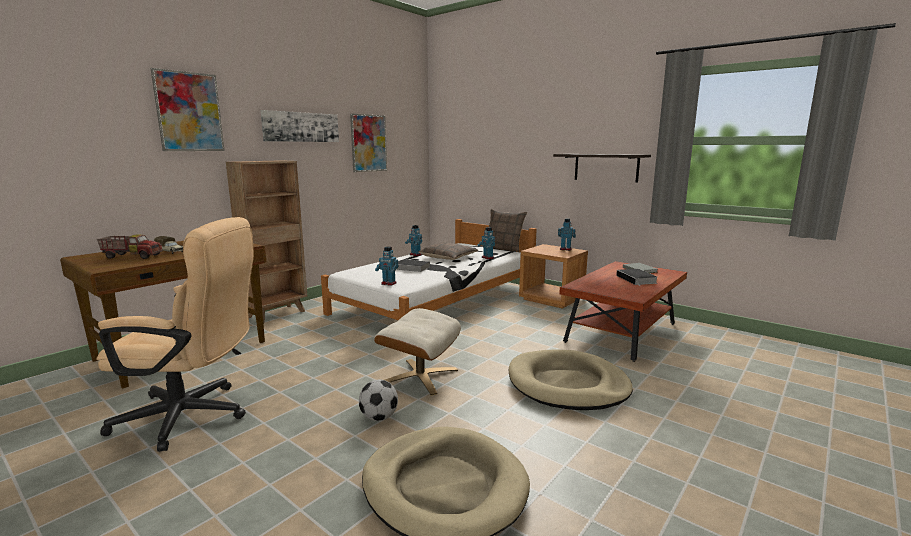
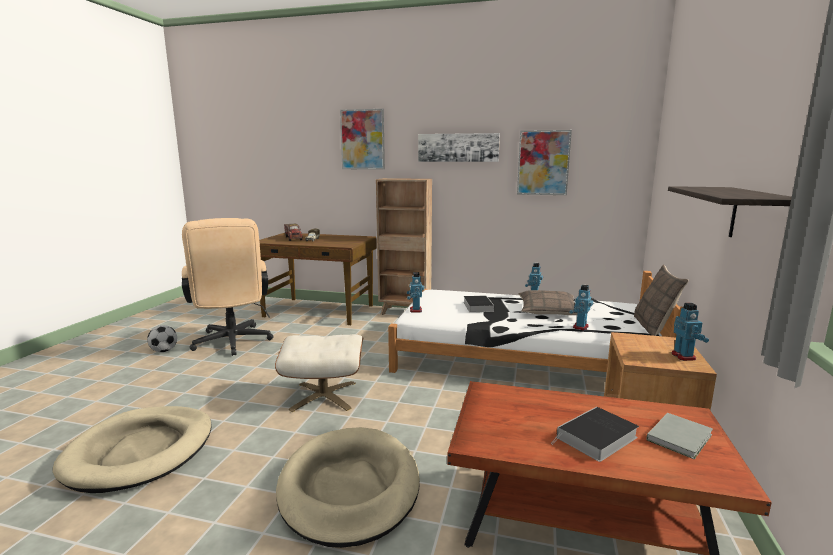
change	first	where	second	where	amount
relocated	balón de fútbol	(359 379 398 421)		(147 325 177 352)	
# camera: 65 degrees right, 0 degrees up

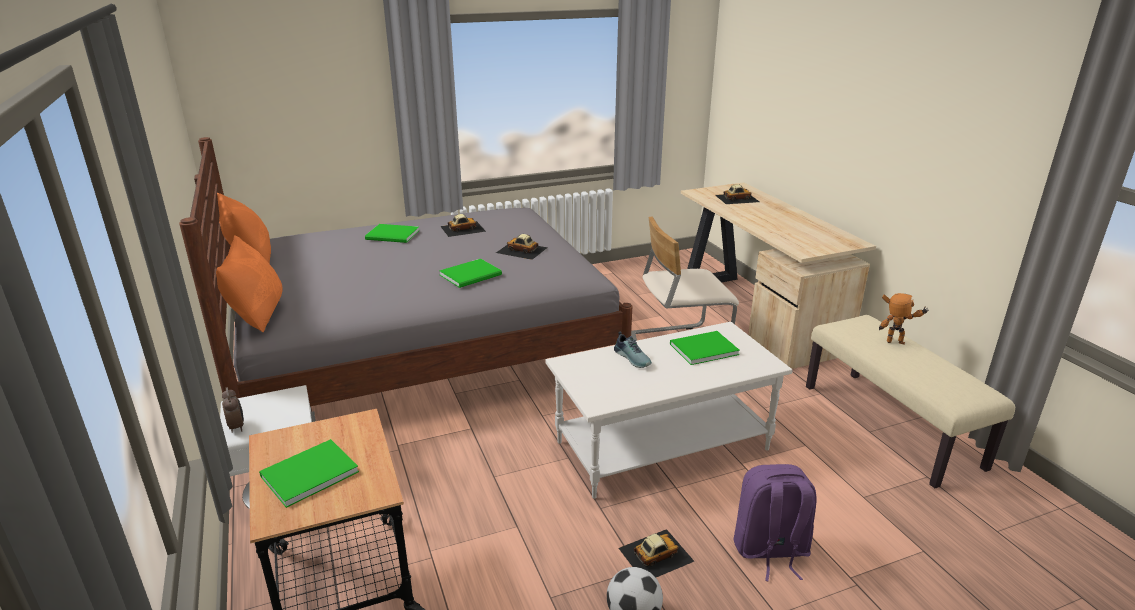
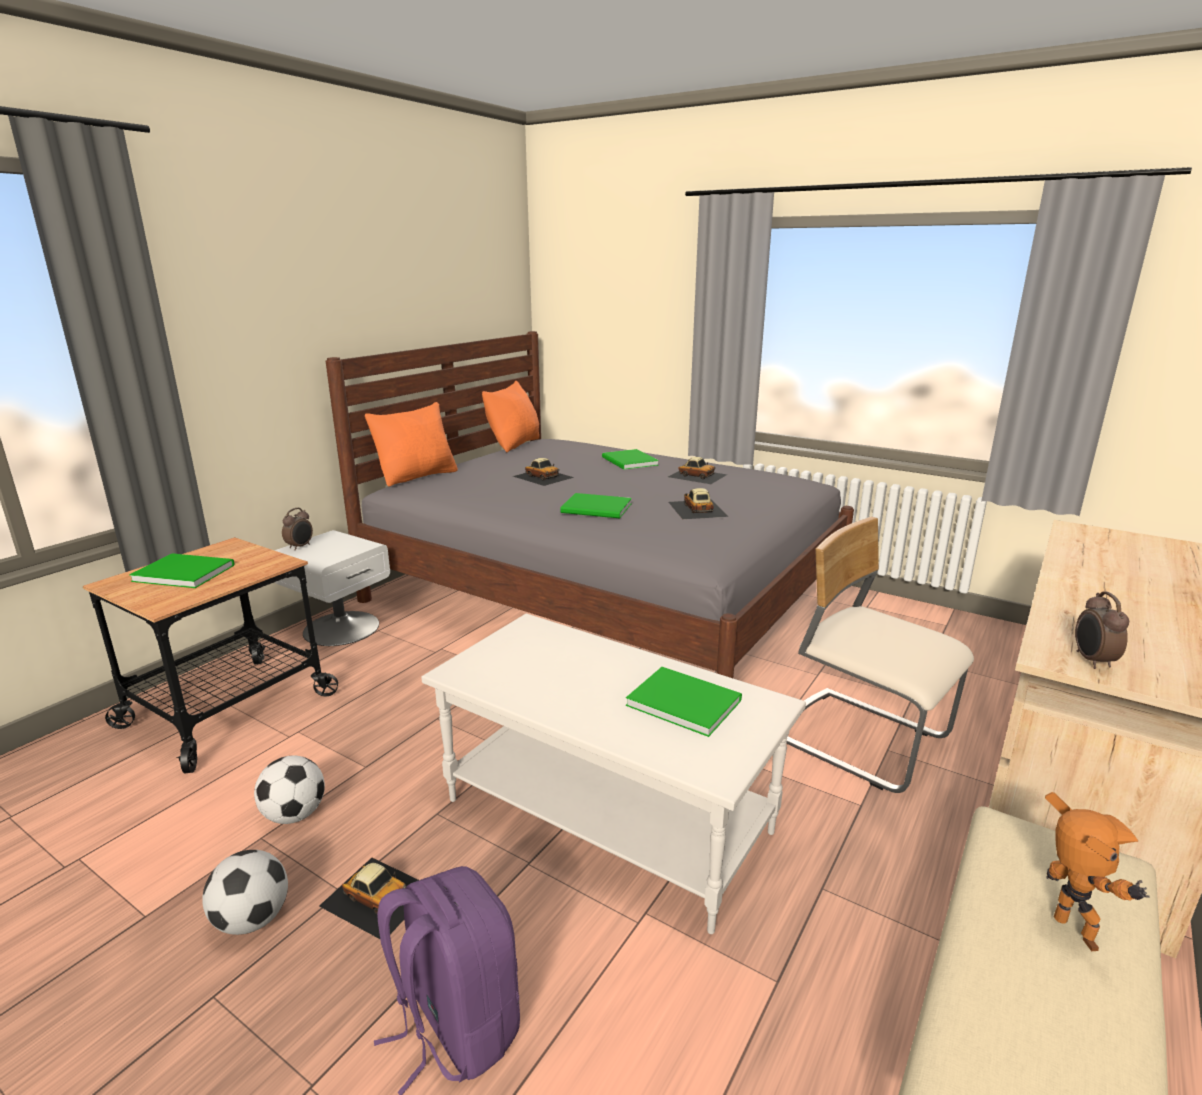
change	first	where	second	where	amount
relocated	coche de juguete	(715 184 759 204)		(513 458 574 486)	
missing	zapato	(614 331 652 368)			
appeared			despertador	(1075 591 1129 669)	
appeared			balón de fútbol	(254 756 325 824)	
# camera: 55 degrees right, 5 degrees down

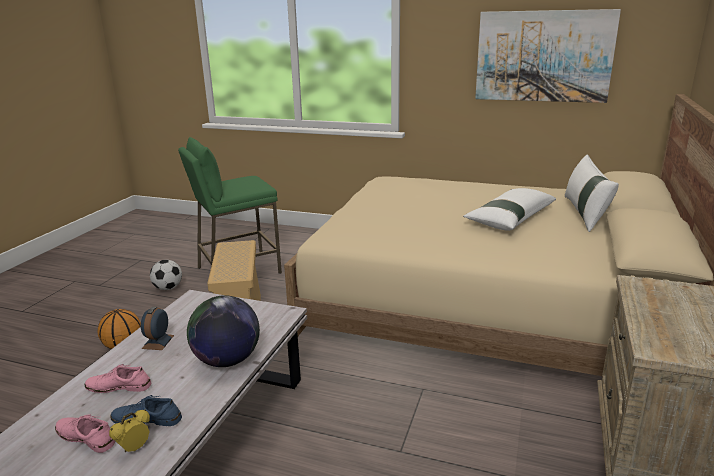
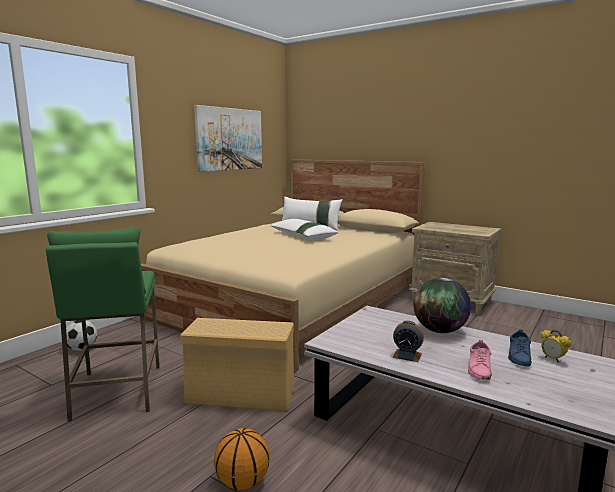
change	first	where	second	where	amount
relocated	balón de fútbol	(150 260 182 290)		(66 320 97 351)	
missing	zapato (rosa)	(55 415 115 453)			
# camera: 75 degrees left, 10 degrees down

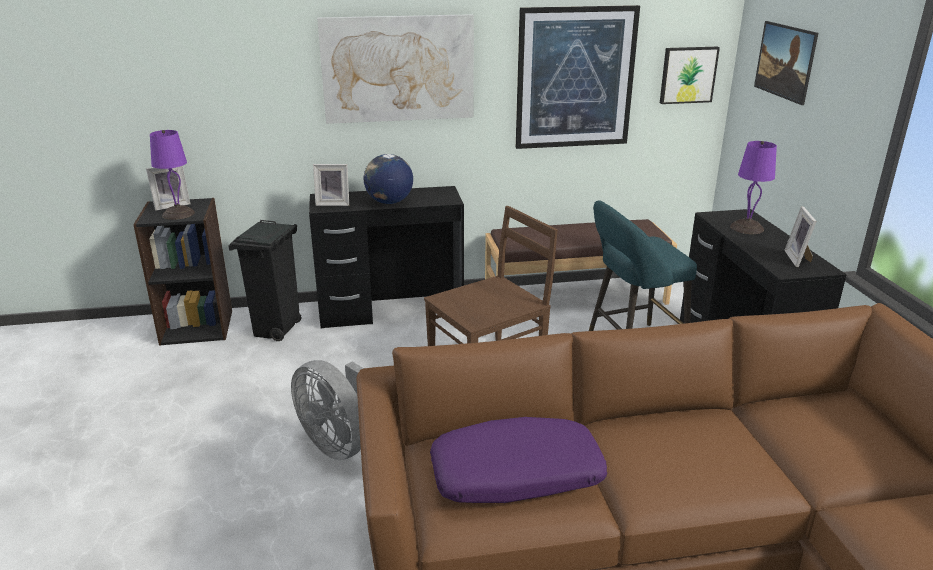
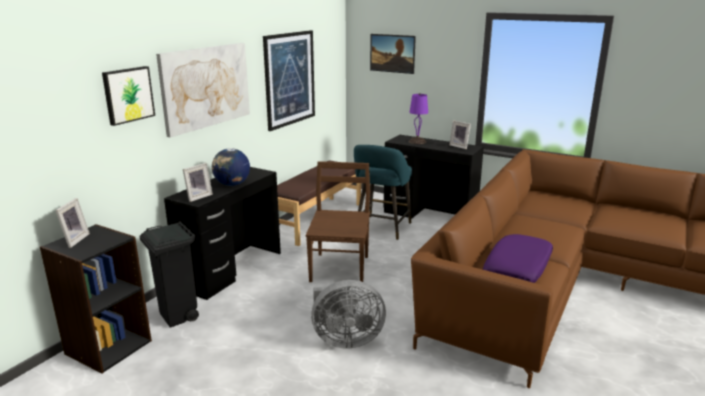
change	first	where	second	where	amount
relocated	cuadro	(660 47 720 104)		(102 66 155 126)	
missing	lámpara de mesa (morado)	(150 130 195 220)			
# camera: 50 degrees left, 5 degrees down

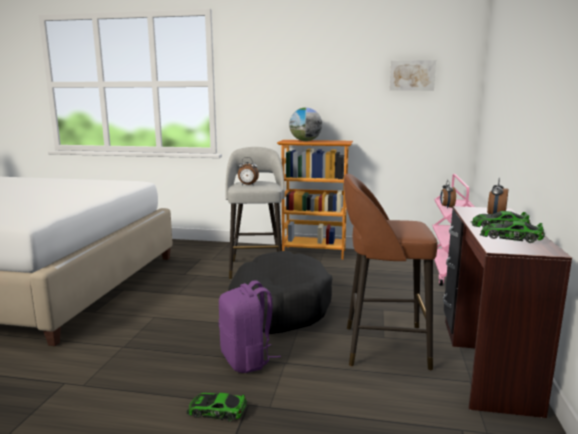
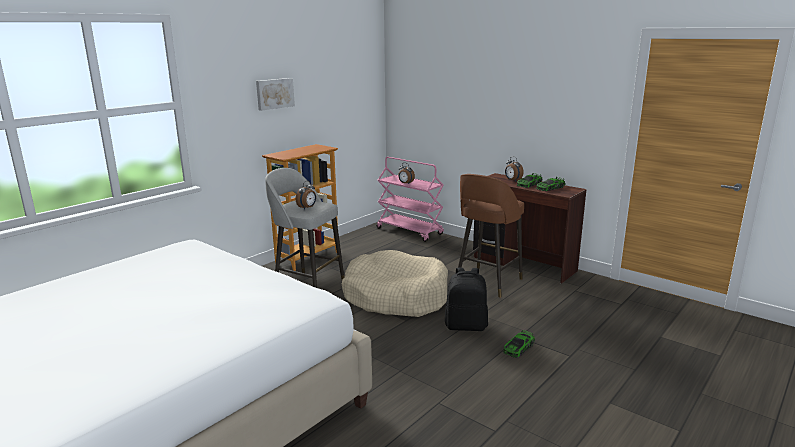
change	first	where	second	where	amount
relocated	cuadro	(390 60 436 91)		(256 78 295 111)	
missing	globo terráqueo	(289 108 322 141)			
colour	cama para perro (negro)	(229 251 332 334)	cama para perro (beis)	(342 250 448 317)	
colour	mochila (morado)	(218 280 281 373)	mochila (negro)	(445 268 488 331)	
# camera: 60 degrees left, 5 degrees up

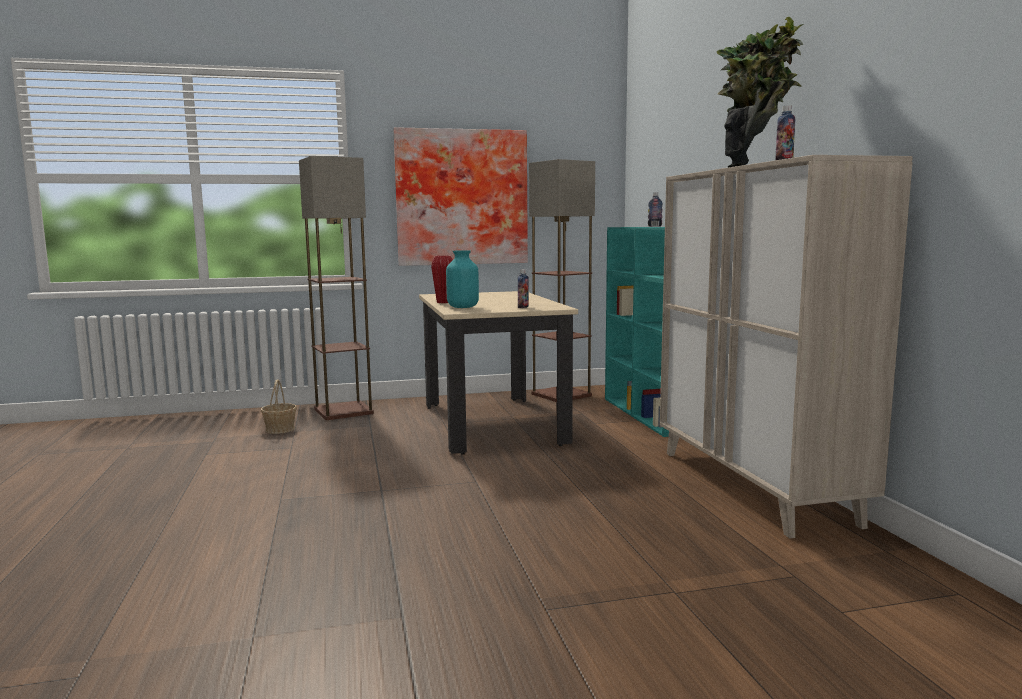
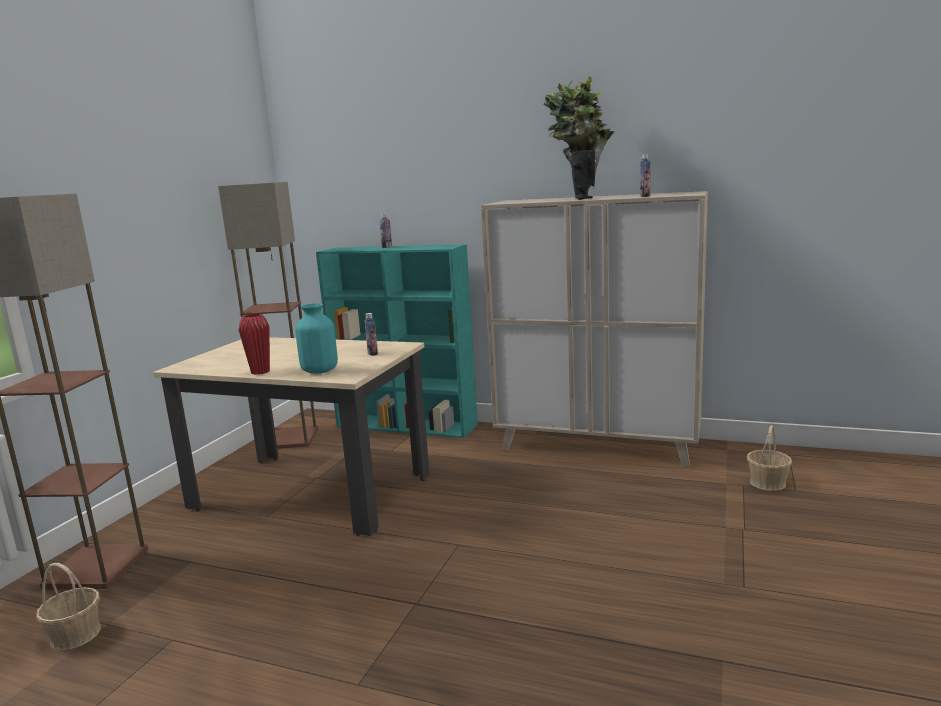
change	first	where	second	where	amount
missing	cuadro	(393 127 528 266)			
appeared			cesta	(747 425 792 491)	
# camera: 55 degrees left, 5 degrees up

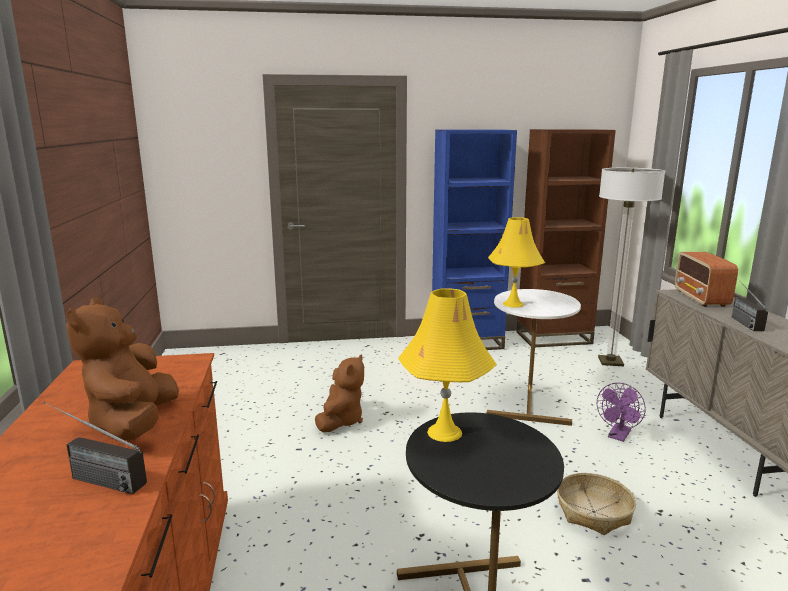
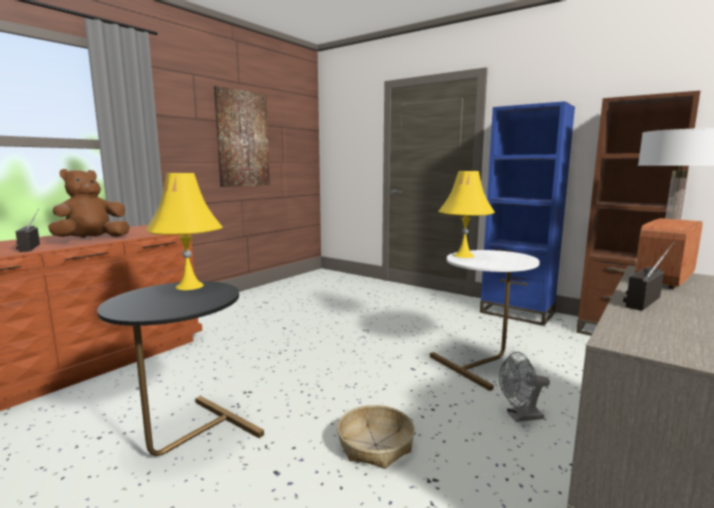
change	first	where	second	where	amount
missing	peluche (marrón)	(315 355 364 432)			
colour	ventilador (morado)	(597 383 646 442)	ventilador (gris)	(499 352 550 422)	
appeared			cuadro	(214 86 270 187)	
# camera: 45 degrees right, 5 degrees down

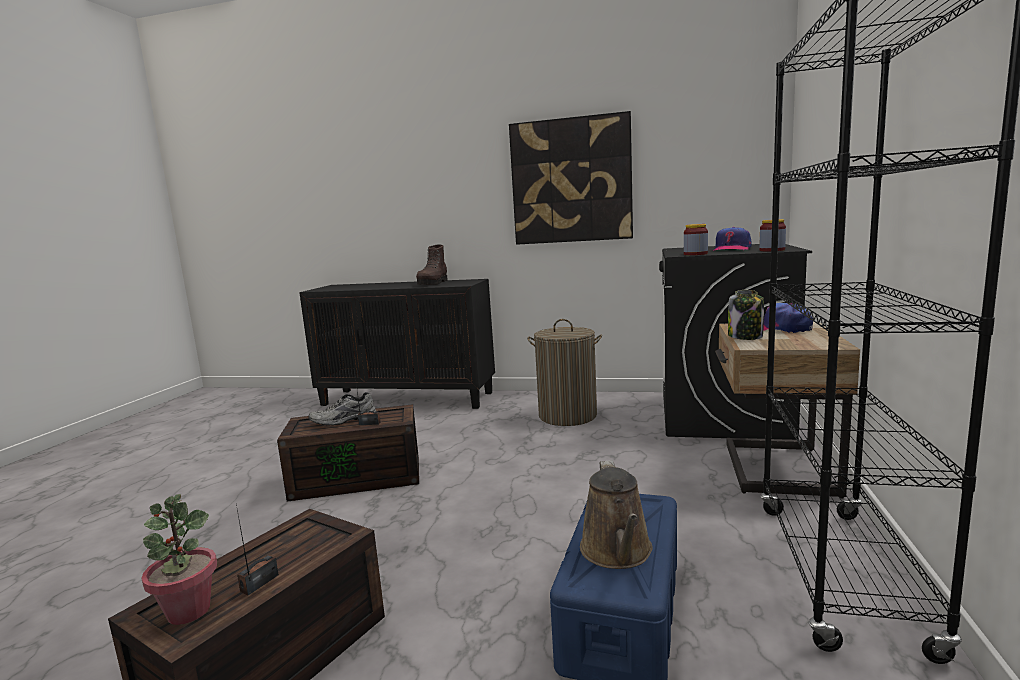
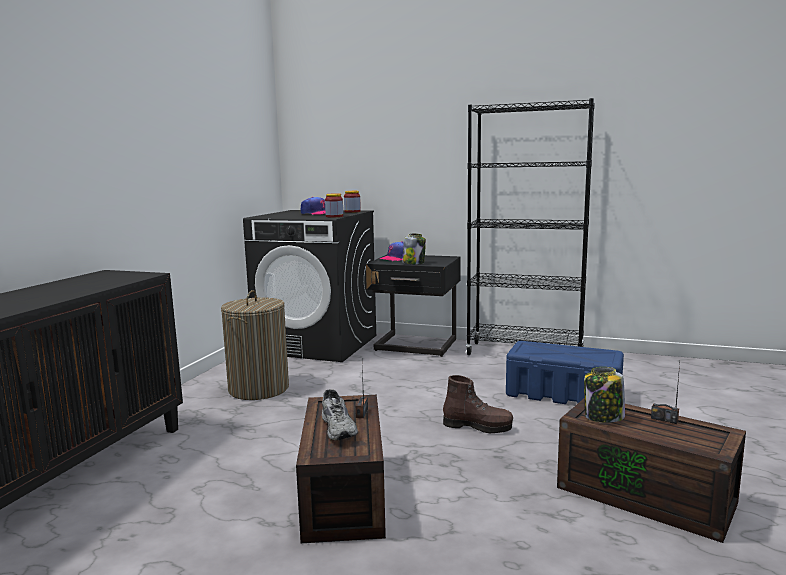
change	first	where	second	where	amount
missing	cuadro	(509 111 633 245)			
relocated	bota (marrón)	(416 244 447 285)		(443 375 513 433)	
colour	mesita de noche (beis)	(715 322 860 499)	mesita de noche (negro)	(366 255 461 357)	
missing	regadera (marrón)	(580 460 653 569)			
missing	planta en maceta	(141 494 217 625)			
appeared			tarro	(584 367 625 423)	
# camera: 85 degrees left, 0 degrees up

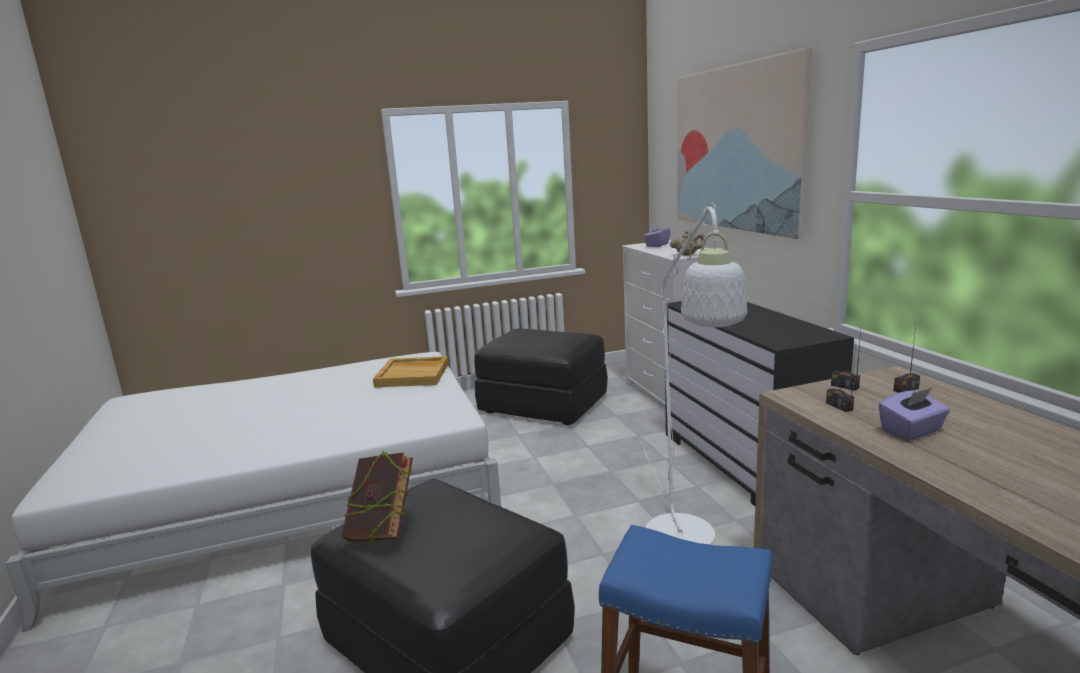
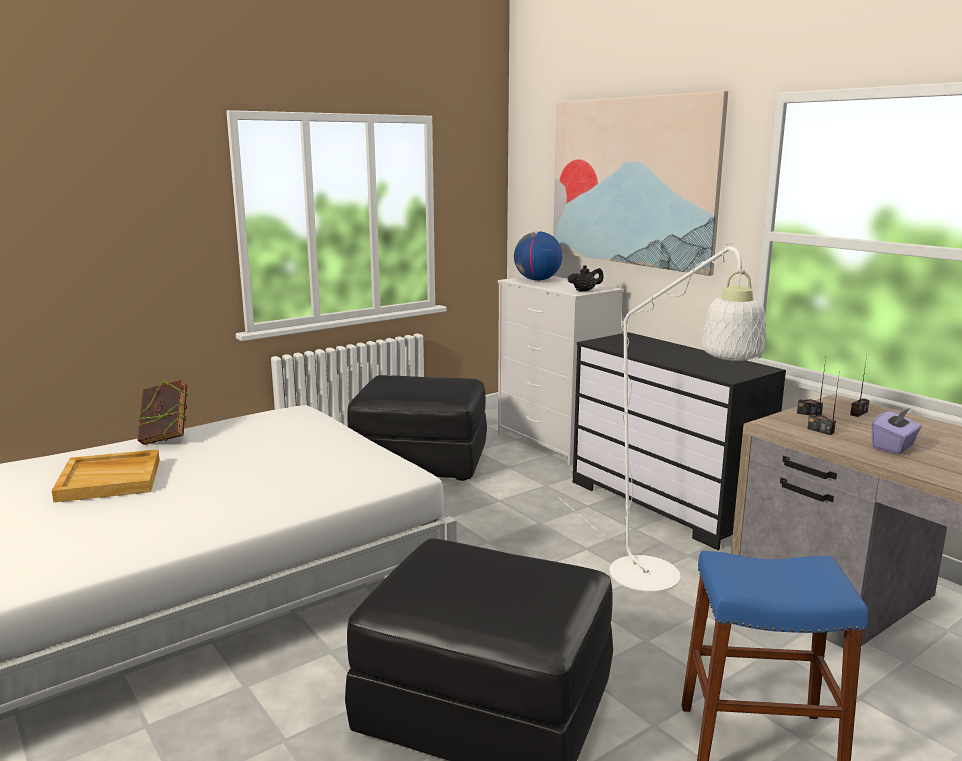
change	first	where	second	where	amount
exchanged	caja de pañuelos (morado)	(643 223 670 247)	globo terráqueo	(514 231 562 281)	
colour	tetera (beis)	(670 230 706 256)	tetera (negro)	(568 265 604 292)	
relocated	bandeja (beis)	(373 356 449 387)		(52 449 160 503)	
relocated	libro	(341 450 413 544)		(138 380 188 445)	
# camera: 20 degrees left, 0 degrees up

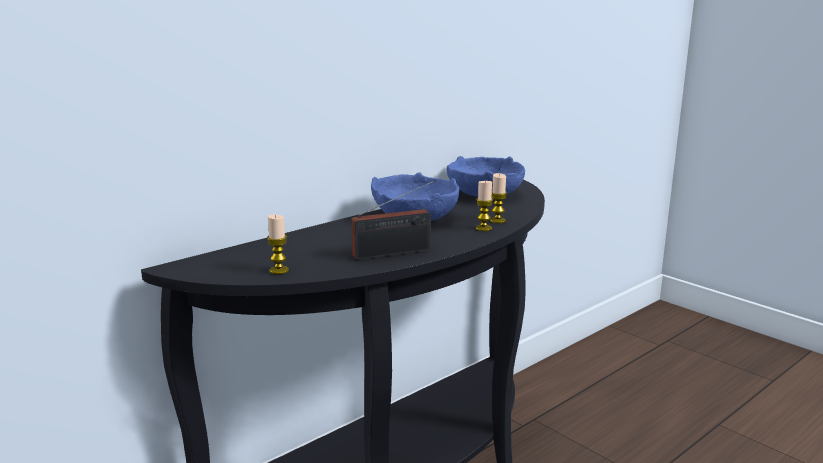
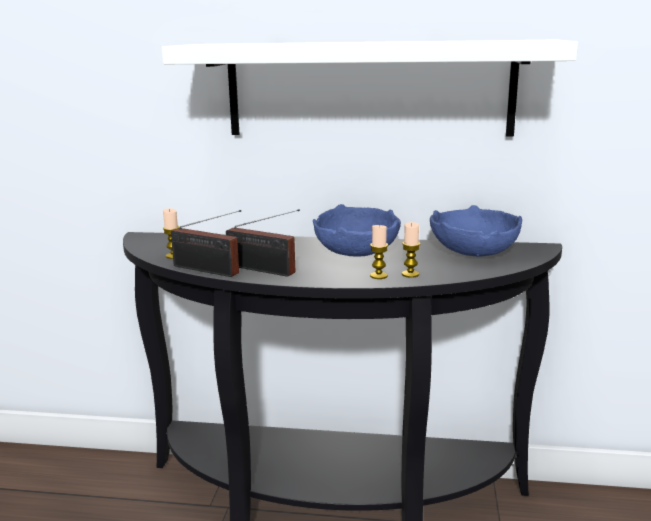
change	first	where	second	where	amount
appeared			estante (blanco)	(162 39 578 137)	
appeared			radio	(171 210 241 277)	
# camera: 50 degrees right, 0 degrees up

